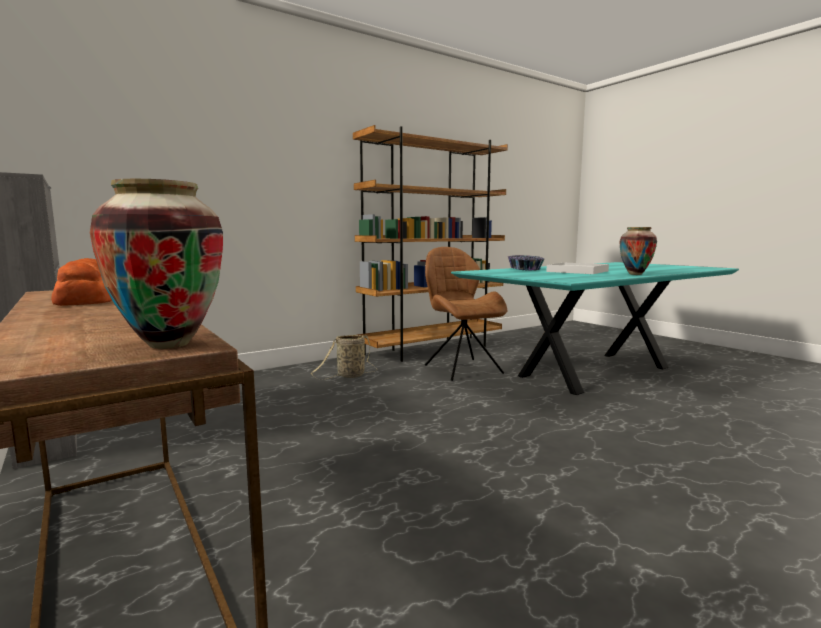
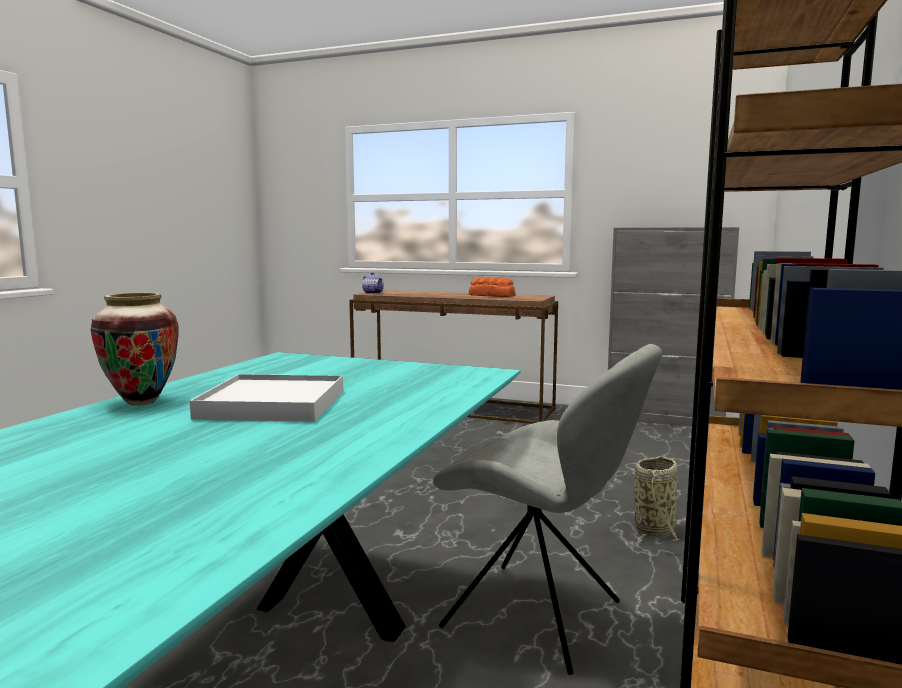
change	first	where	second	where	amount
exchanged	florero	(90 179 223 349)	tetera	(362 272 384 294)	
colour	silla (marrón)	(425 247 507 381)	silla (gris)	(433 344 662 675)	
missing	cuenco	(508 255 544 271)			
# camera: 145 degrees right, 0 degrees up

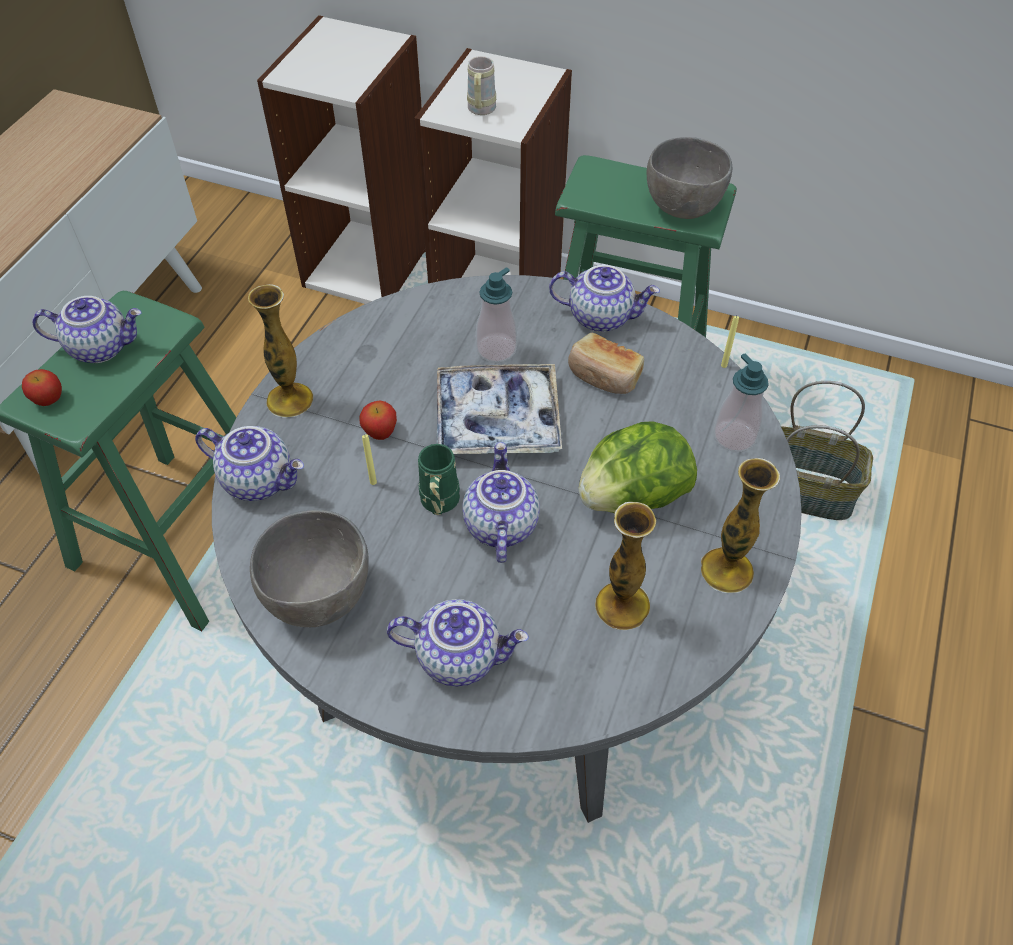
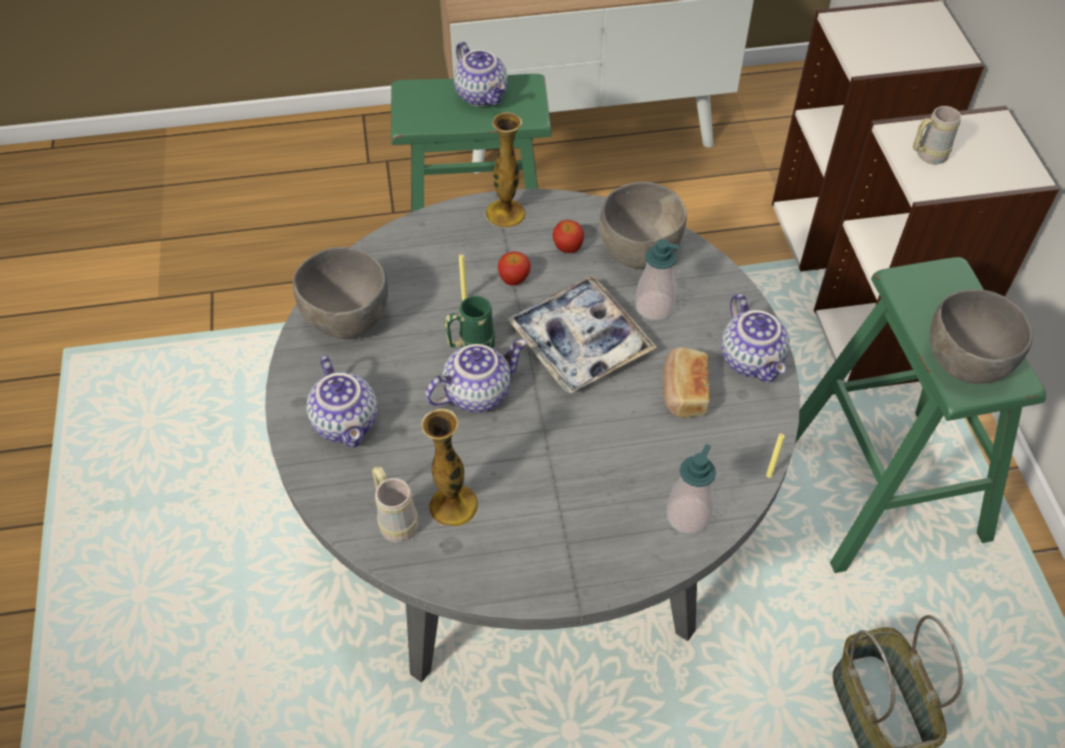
change	first	where	second	where	amount
relocated	manzana	(22 369 62 406)		(553 220 584 253)	
missing	lechuga	(579 421 697 513)			
missing	tetera	(195 426 304 501)			
missing	florero	(701 458 780 593)			
appeared			cuenco (gris)	(599 182 687 269)	
appeared			taza grande (beis)	(372 467 418 543)	
# camera: 60 degrees right, 0 degrees up

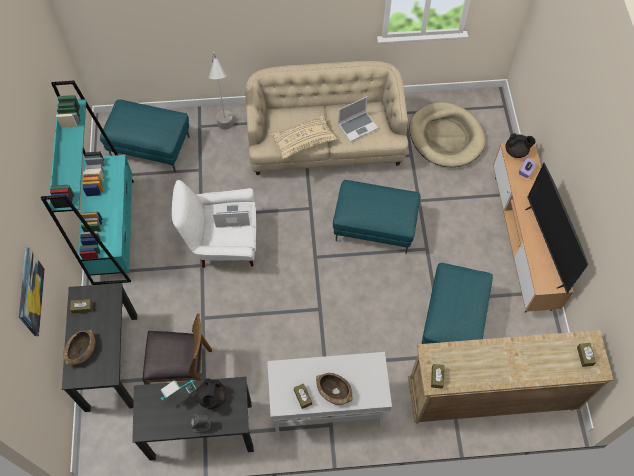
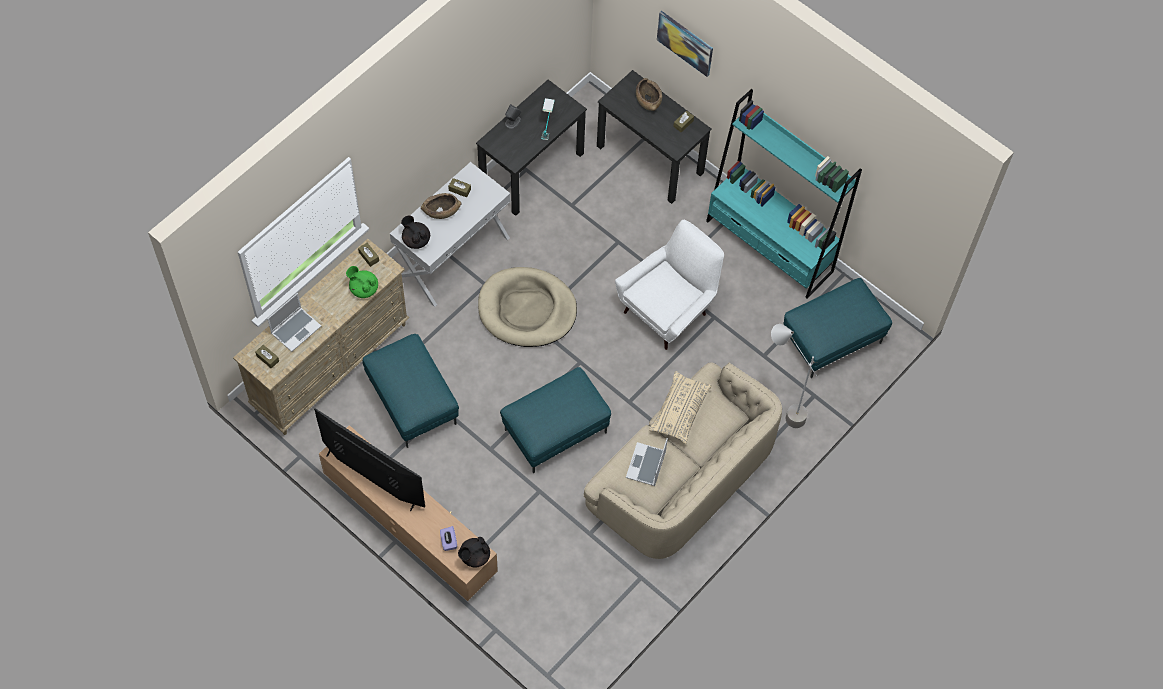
change	first	where	second	where	amount
relocated	cama para perro (beis)	(410 102 485 167)		(478 267 577 347)	
relocated	portátil	(213 203 250 228)		(267 293 321 352)	
missing	silla (marrón)	(142 314 212 385)			
relocated	tetera (negro)	(196 378 226 409)		(401 215 430 249)	
appeared			tetera (verde)	(346 266 378 298)	
# camera: 135 degrees right, 0 degrees up

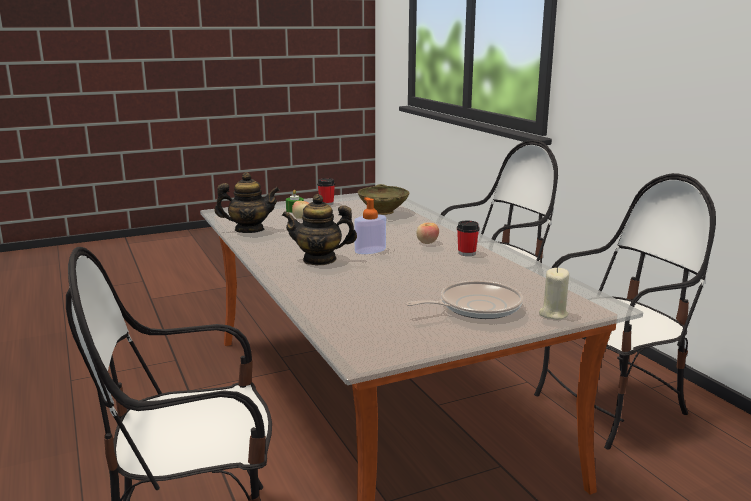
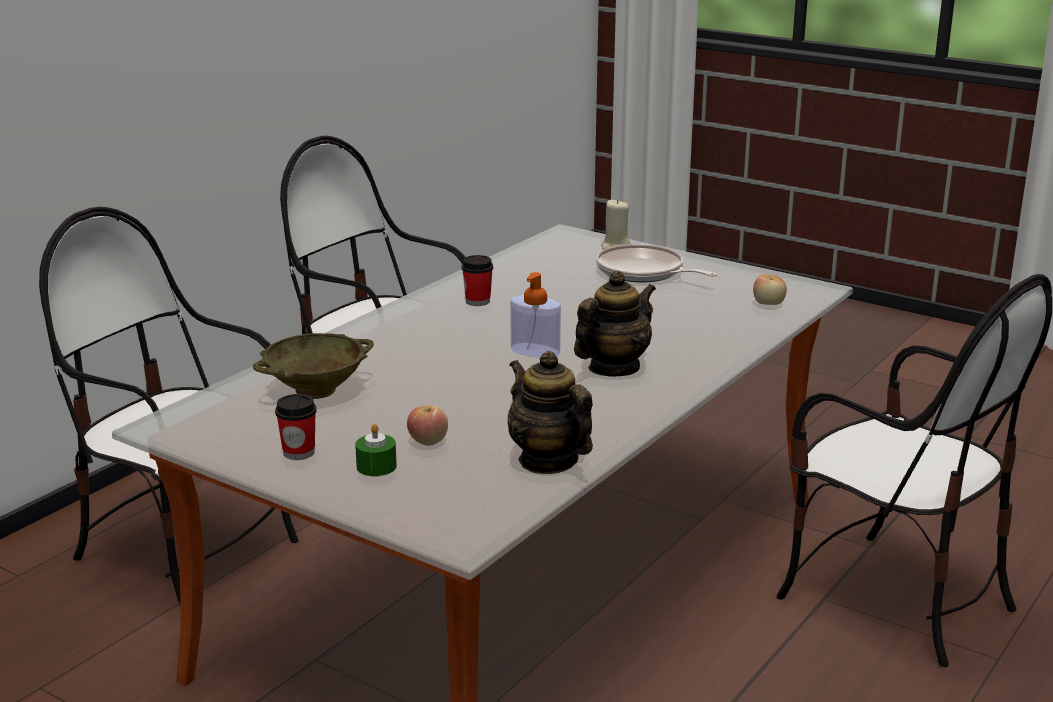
change	first	where	second	where	amount
spun	tetera	(282 194 357 265)		(574 271 656 377)	105 degrees counterclockwise
relocated	manzana	(417 222 439 244)		(753 274 787 305)	
# camera: 120 degrees left, 5 degrees up

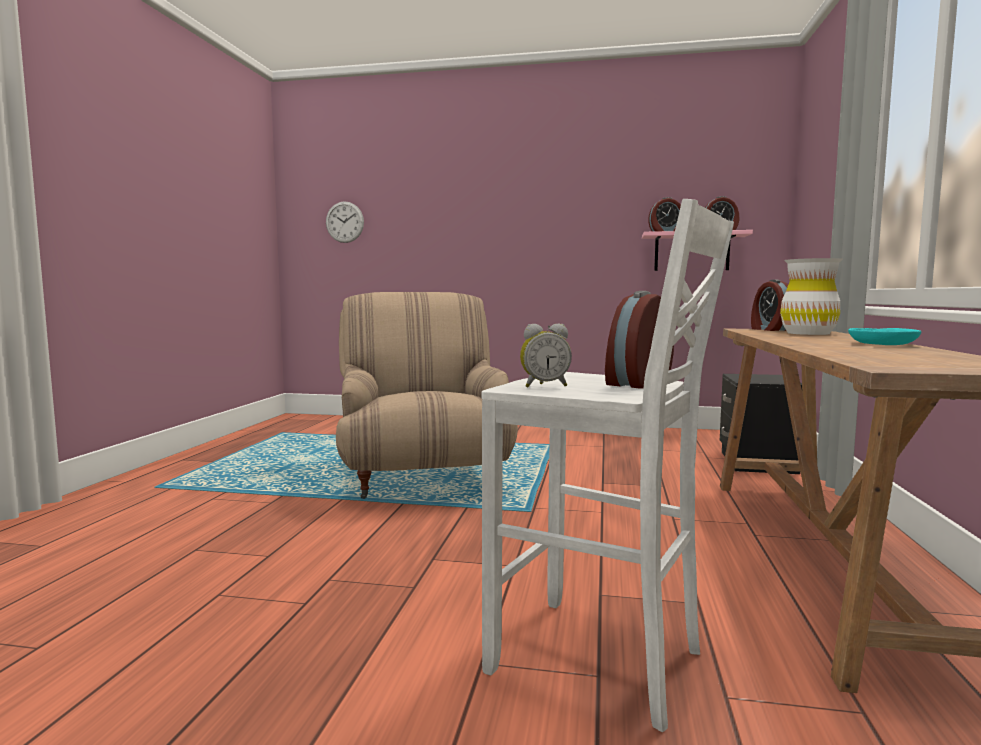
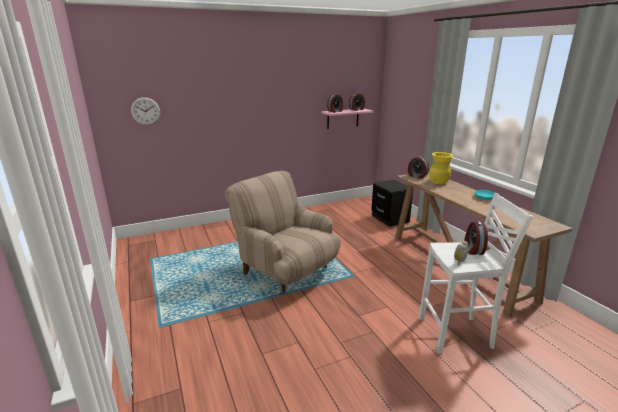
change	first	where	second	where	amount
colour	florero (blanco)	(780 258 843 335)	florero (amarillo)	(429 152 453 184)	
# camera: 35 degrees left, 15 degrees up

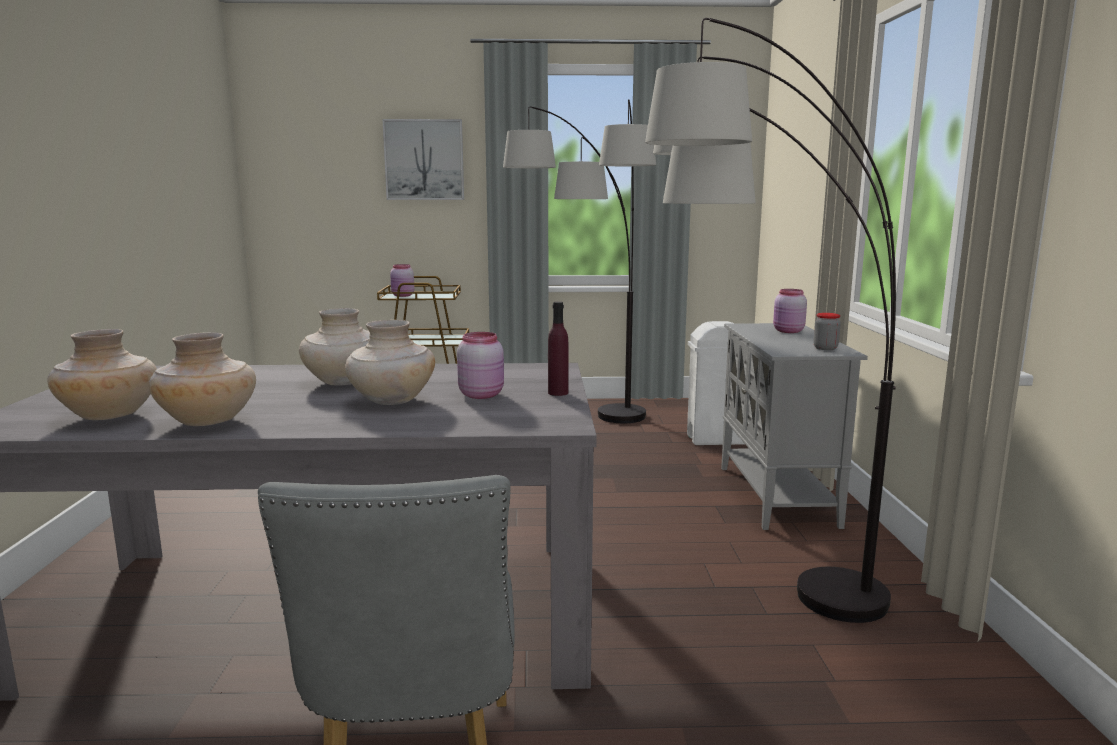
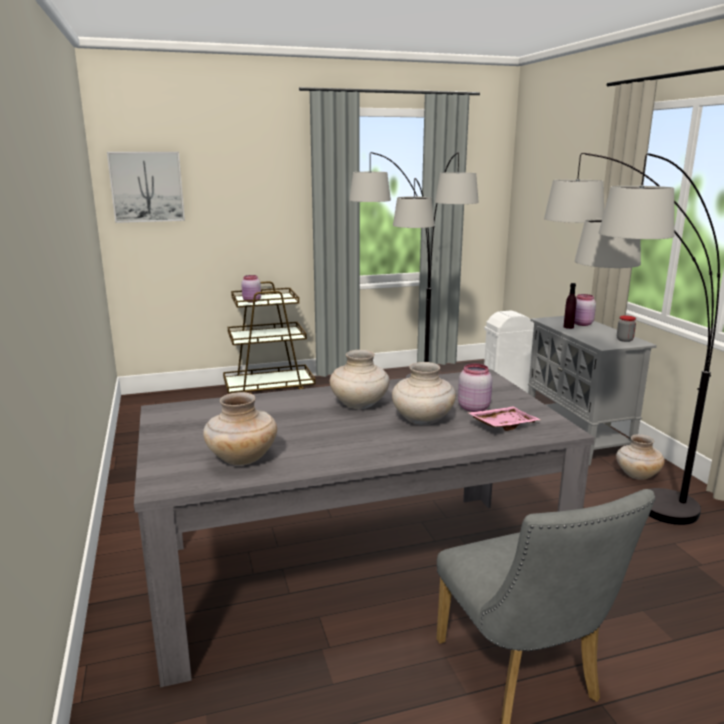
change	first	where	second	where	amount
relocated	cuadro	(382 119 464 200)		(107 152 185 223)	
relocated	botella (morado)	(548 301 569 396)		(563 283 577 329)	
relocated	florero (beis)	(149 332 256 426)		(616 434 665 480)	
appeared			bandeja (rosa)	(467 406 541 431)	
# camera: 15 degrees left, 5 degrees up

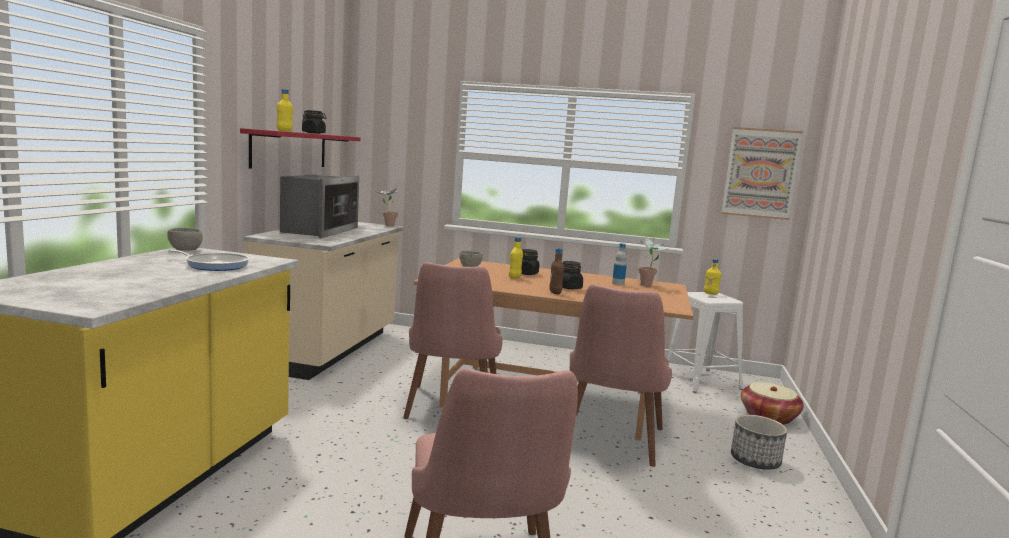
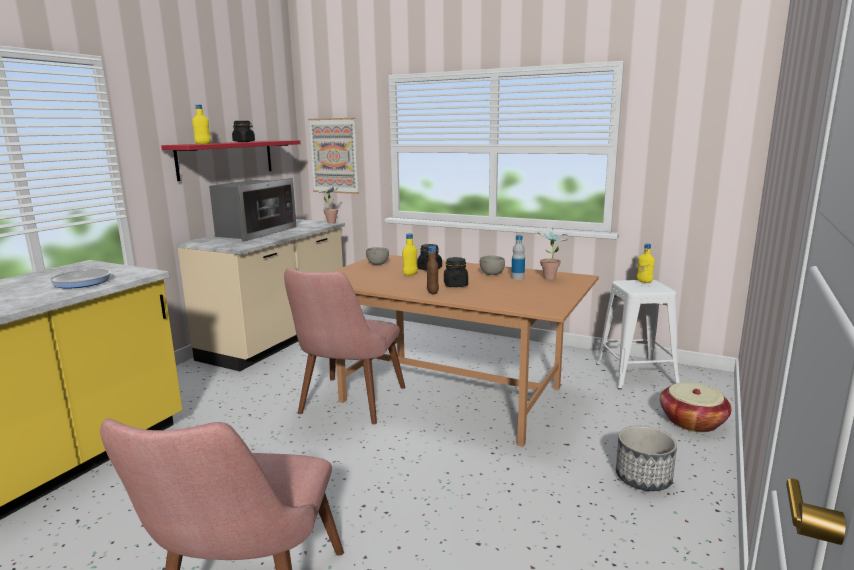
change	first	where	second	where	amount
relocated	cuadro	(721 127 803 220)		(308 118 359 194)	
relocated	cuenco (gris)	(167 228 203 251)		(480 256 505 275)	
missing	silla (rosa)	(570 284 672 467)			
# camera: 15 degrees right, 5 degrees up

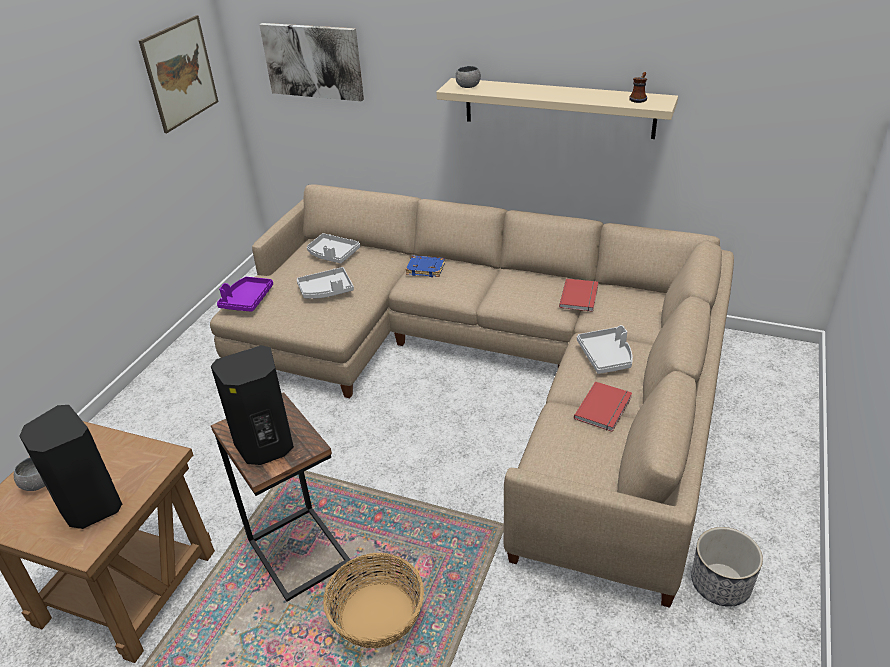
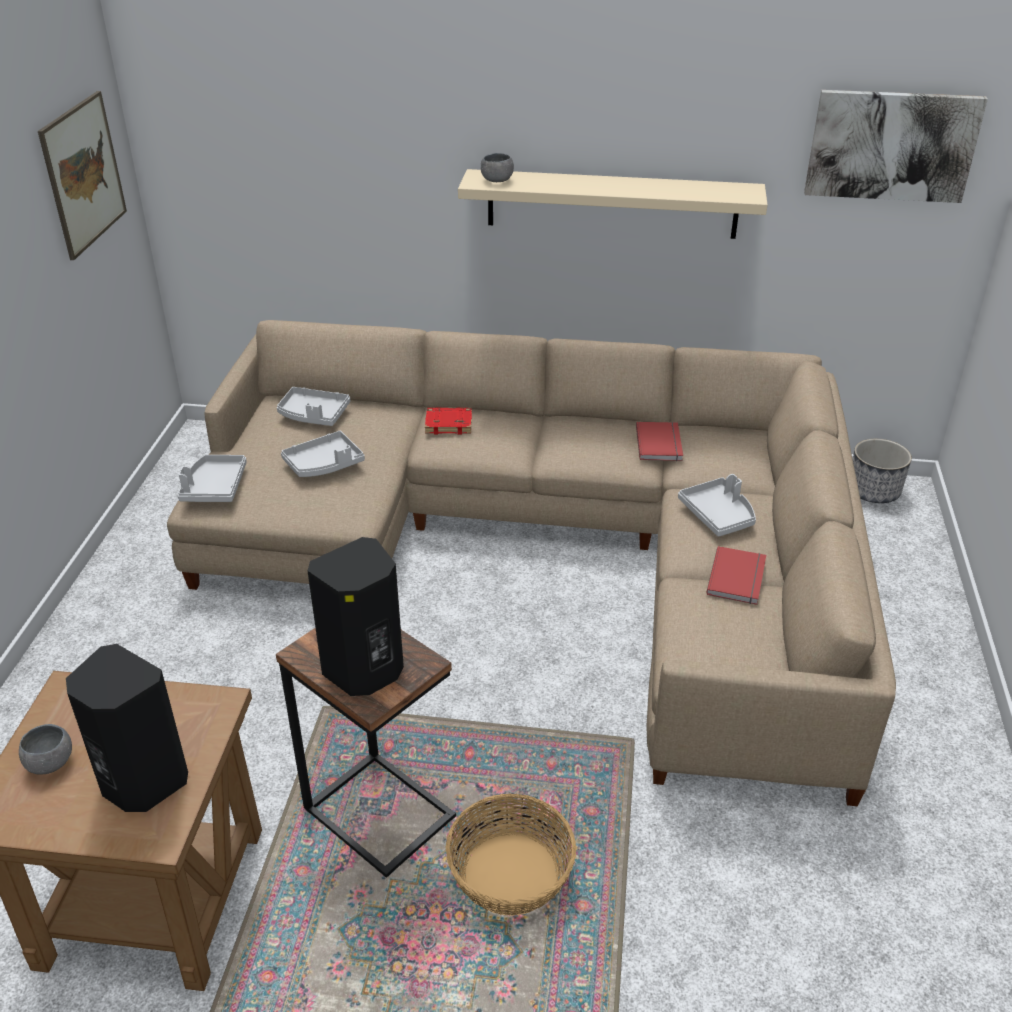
change	first	where	second	where	amount
relocated	cuadro	(259 23 364 101)		(804 90 988 203)	
missing	taza grande	(629 72 647 103)			
colour	libro (azul)	(405 256 445 277)	libro (rojo)	(425 408 472 435)	
colour	bandeja (morado)	(217 277 273 312)	bandeja (gris)	(178 455 247 502)	
relocated	maceta	(691 527 763 607)		(853 439 912 503)	
# camera: 15 degrees left, 0 degrees up

